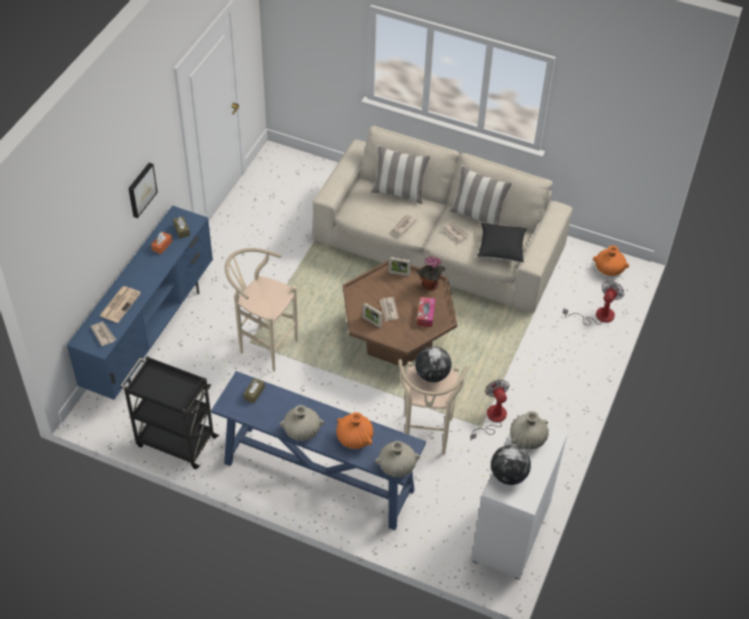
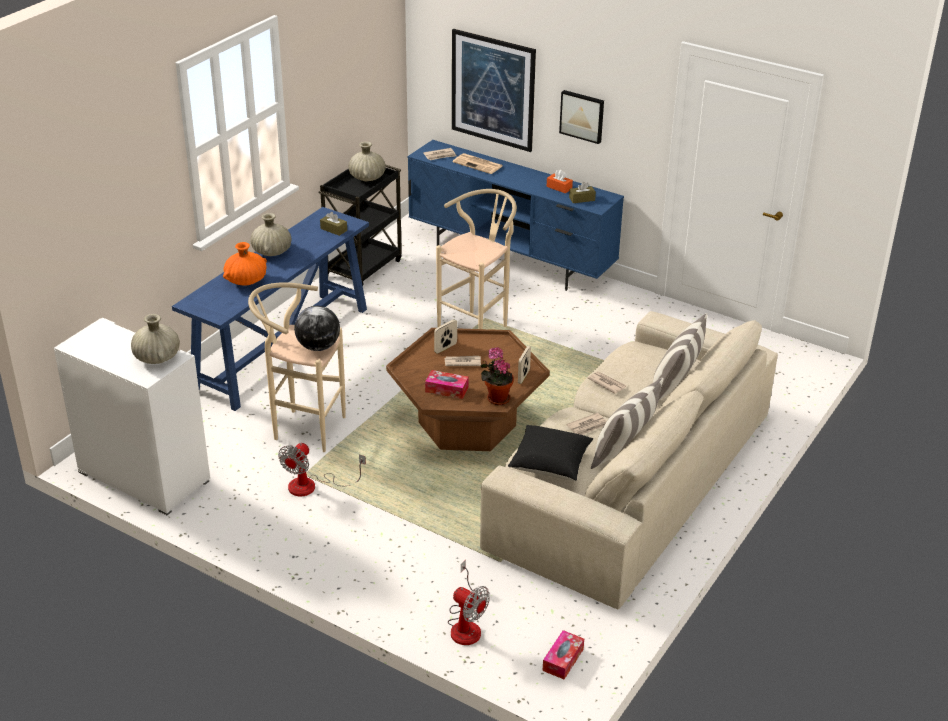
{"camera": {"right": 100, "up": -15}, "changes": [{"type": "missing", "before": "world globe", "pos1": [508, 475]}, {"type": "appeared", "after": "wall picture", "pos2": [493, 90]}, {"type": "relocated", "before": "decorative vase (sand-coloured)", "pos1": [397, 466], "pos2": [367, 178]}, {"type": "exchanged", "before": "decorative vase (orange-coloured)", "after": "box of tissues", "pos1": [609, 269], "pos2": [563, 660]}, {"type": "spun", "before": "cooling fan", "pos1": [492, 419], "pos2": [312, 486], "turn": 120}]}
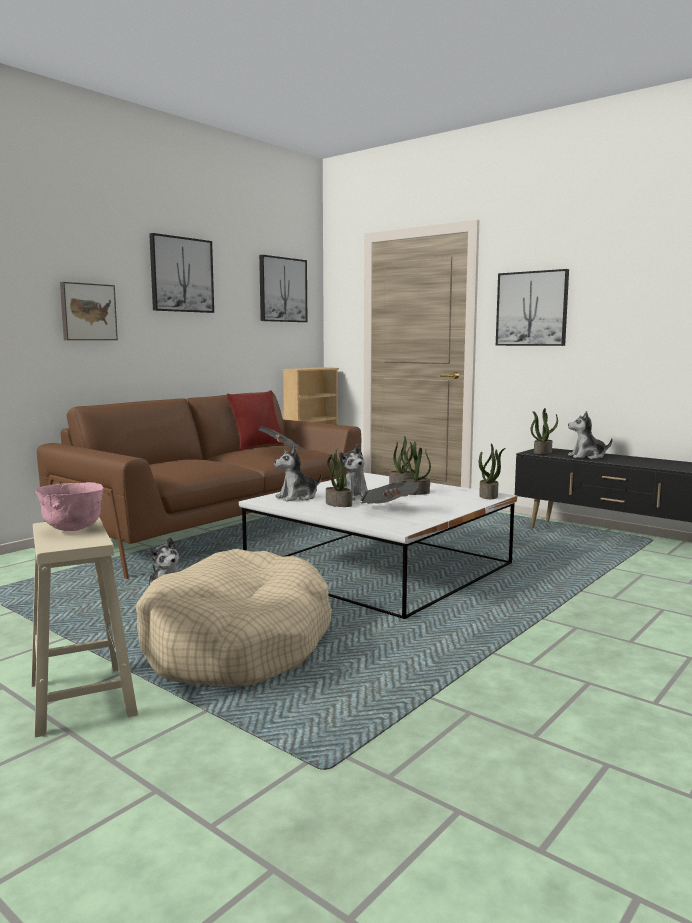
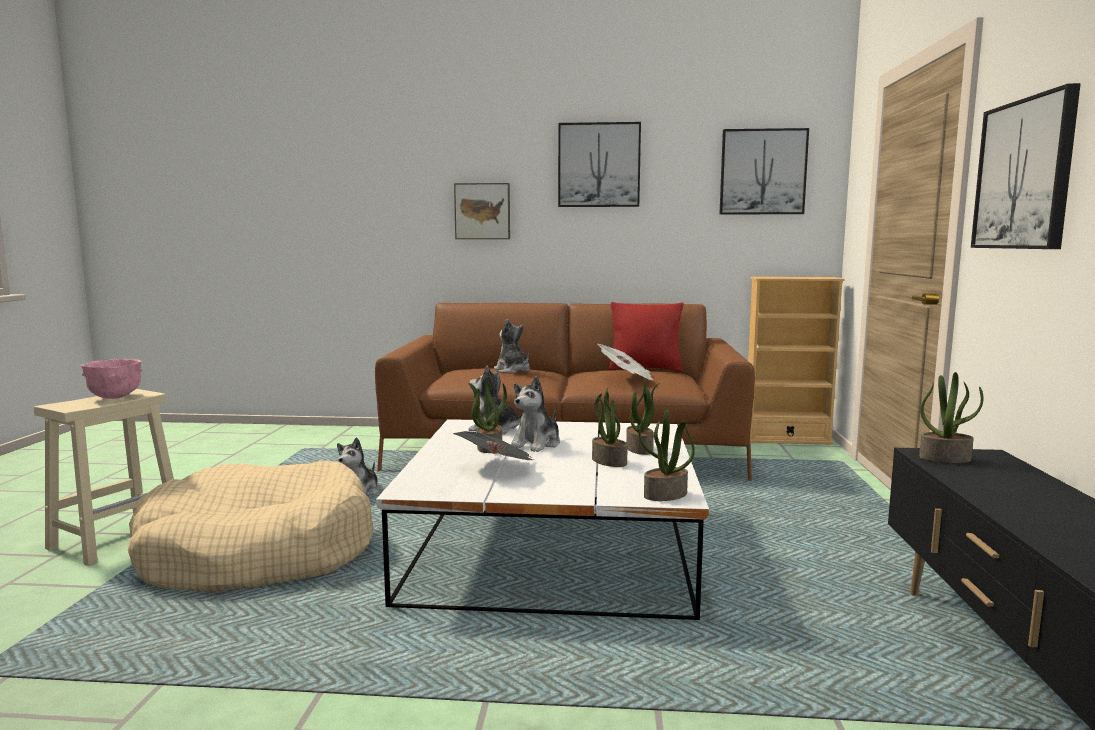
{"camera": {"right": 55, "up": 0}, "changes": [{"type": "relocated", "before": "plush toy", "pos1": [587, 457], "pos2": [512, 371]}]}
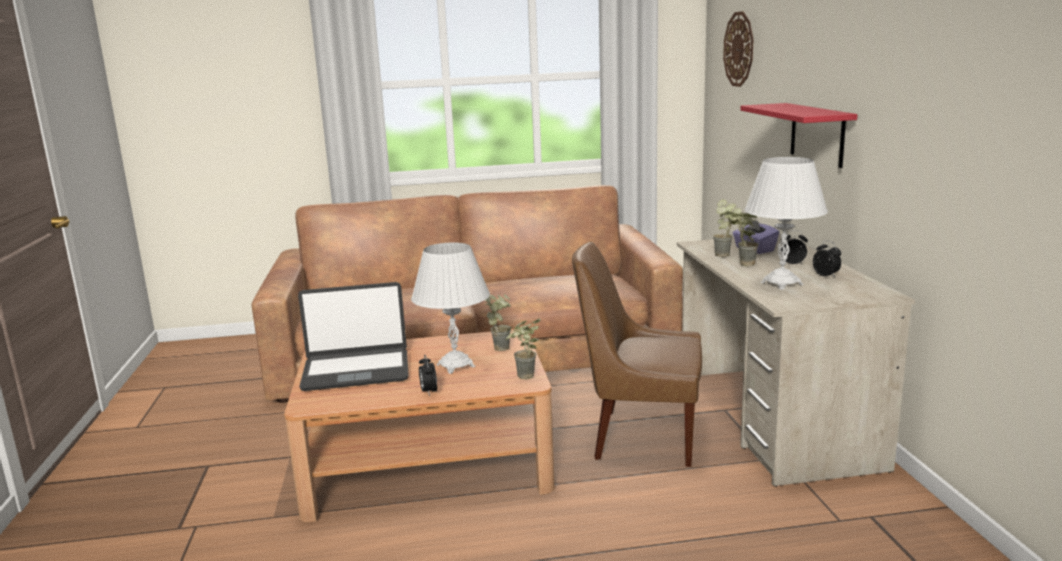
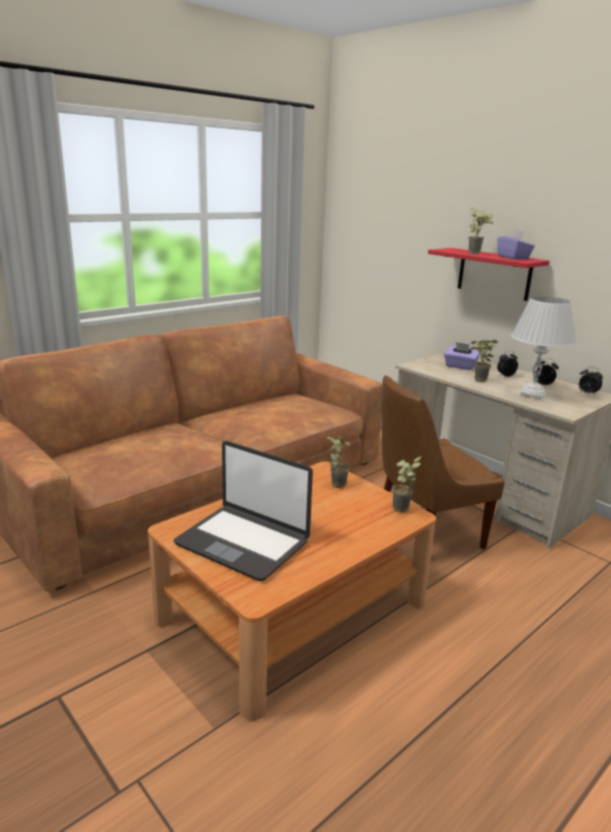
{"camera": {"right": -35, "up": 5}, "changes": [{"type": "missing", "before": "lamp for a table (white)", "pos1": [455, 366]}, {"type": "missing", "before": "hanging clock", "pos1": [739, 49]}, {"type": "appeared", "after": "box of tissues (purple-coloured)", "pos2": [513, 257]}, {"type": "relocated", "before": "bedside clock", "pos1": [428, 392], "pos2": [587, 394]}, {"type": "relocated", "before": "houseplant", "pos1": [727, 255], "pos2": [477, 253]}, {"type": "spun", "before": "notebook computer", "pos1": [356, 371], "pos2": [243, 542], "turn": 75}]}
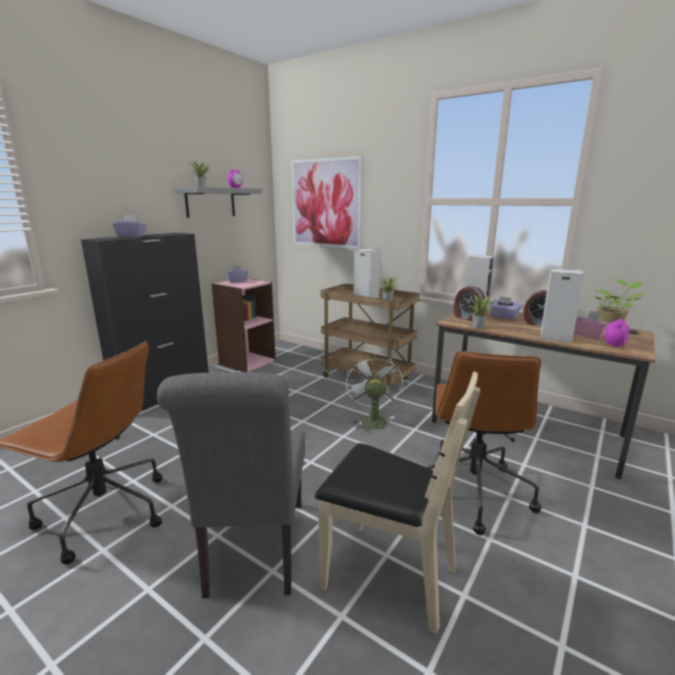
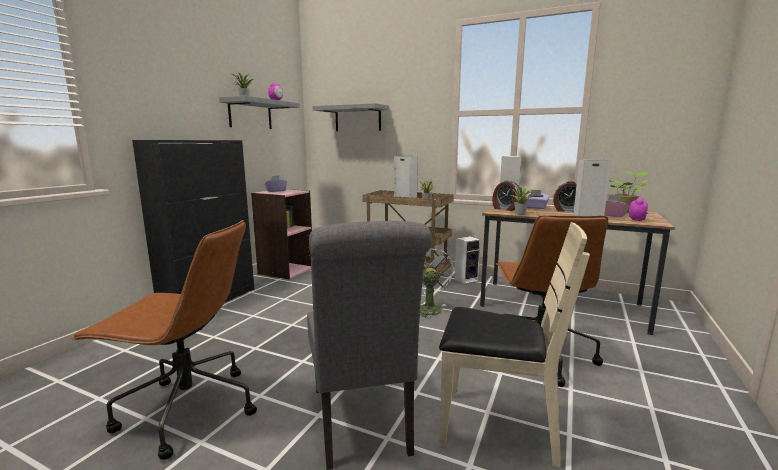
{"camera": {"right": -10, "up": -5}, "changes": [{"type": "missing", "before": "box of tissues (purple-coloured)", "pos1": [131, 236]}, {"type": "appeared", "after": "speaker", "pos2": [466, 279]}, {"type": "exchanged", "before": "wall picture", "after": "wall shelf (grey)", "pos1": [326, 204], "pos2": [357, 119]}]}
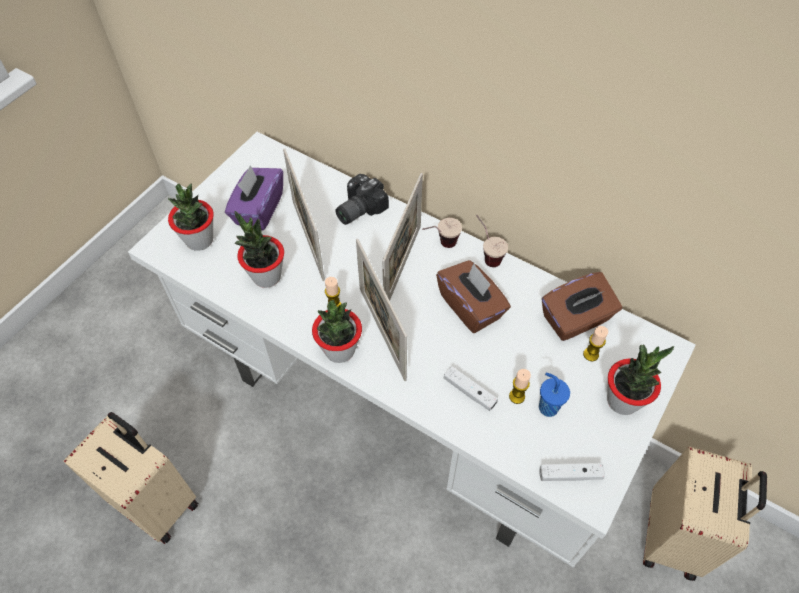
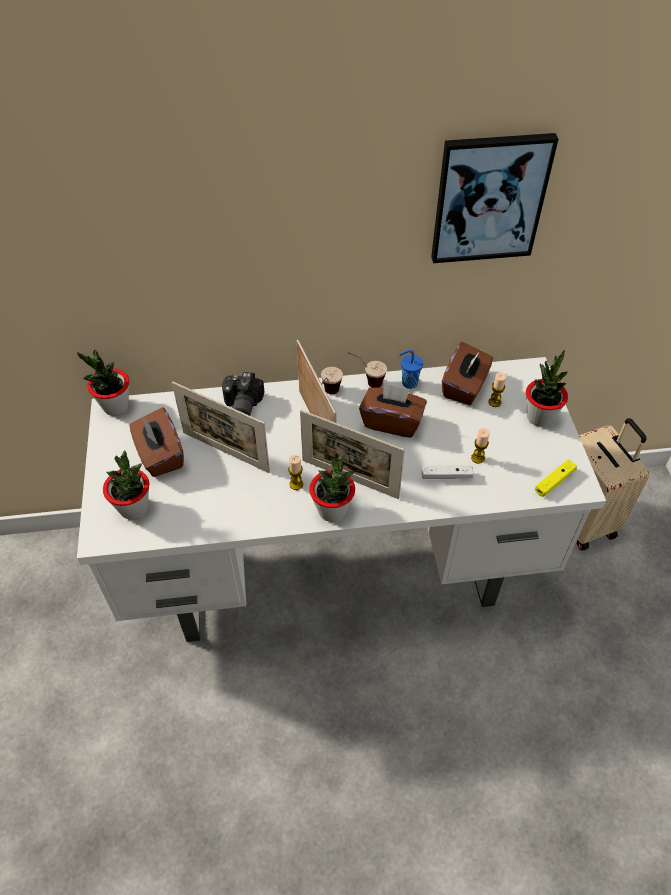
{"camera": {"right": -40, "up": -5}, "changes": [{"type": "missing", "before": "travel case (sand-coloured)", "pos1": [158, 502]}, {"type": "appeared", "after": "wall picture", "pos2": [489, 198]}, {"type": "relocated", "before": "houseplant", "pos1": [266, 276], "pos2": [115, 406]}, {"type": "relocated", "before": "cup (blue)", "pos1": [547, 406], "pos2": [408, 383]}, {"type": "colour", "before": "box of tissues (purple-coloured)", "after": "box of tissues (brown-coloured)", "pos1": [258, 210], "pos2": [160, 455]}, {"type": "colour", "before": "game controller (white)", "after": "game controller (yellow-coloured)", "pos1": [570, 474], "pos2": [554, 481]}]}
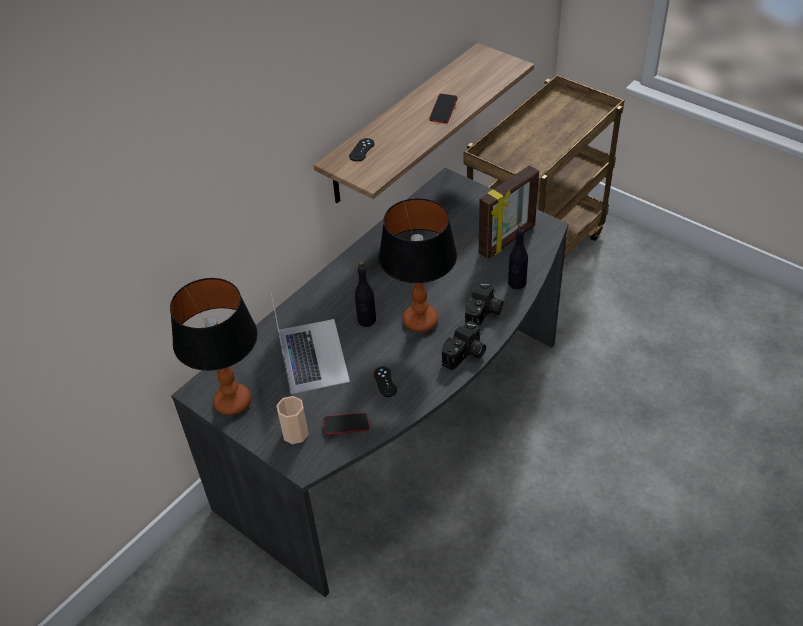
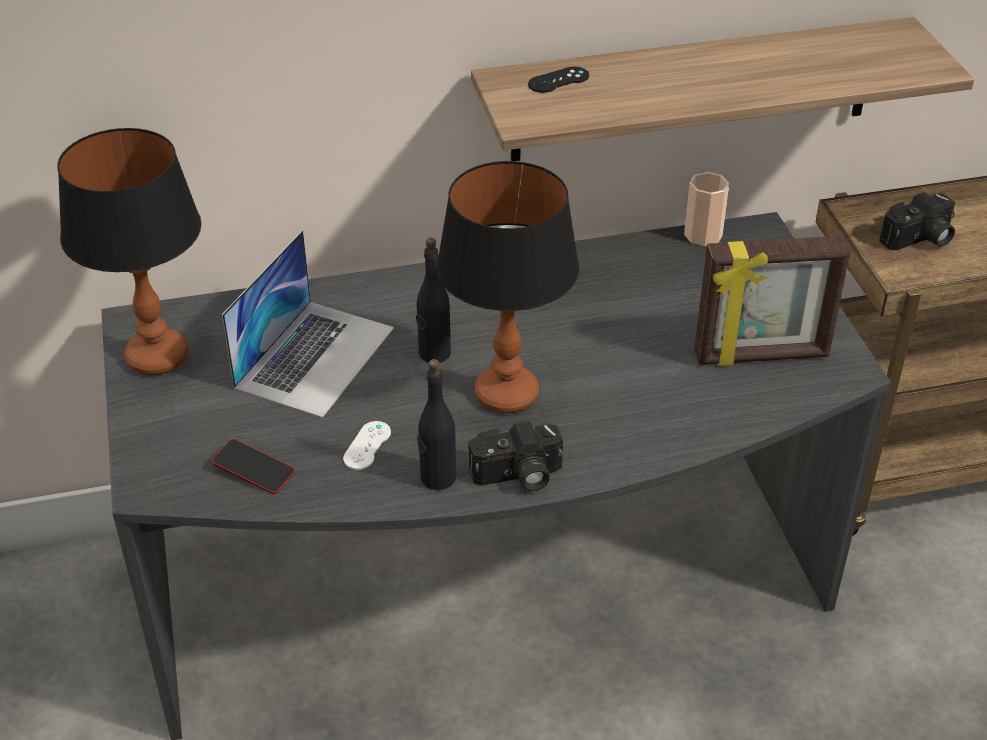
{"camera": {"right": 35, "up": -5}, "changes": [{"type": "missing", "before": "phone", "pos1": [443, 111]}, {"type": "relocated", "before": "cup", "pos1": [295, 433], "pos2": [703, 235]}, {"type": "relocated", "before": "still camera", "pos1": [484, 314], "pos2": [919, 240]}, {"type": "relocated", "before": "beverage bottle (black-coloured)", "pos1": [517, 283], "pos2": [437, 478]}, {"type": "colour", "before": "game controller (black-coloured)", "after": "game controller (white)", "pos1": [385, 382], "pos2": [367, 445]}]}
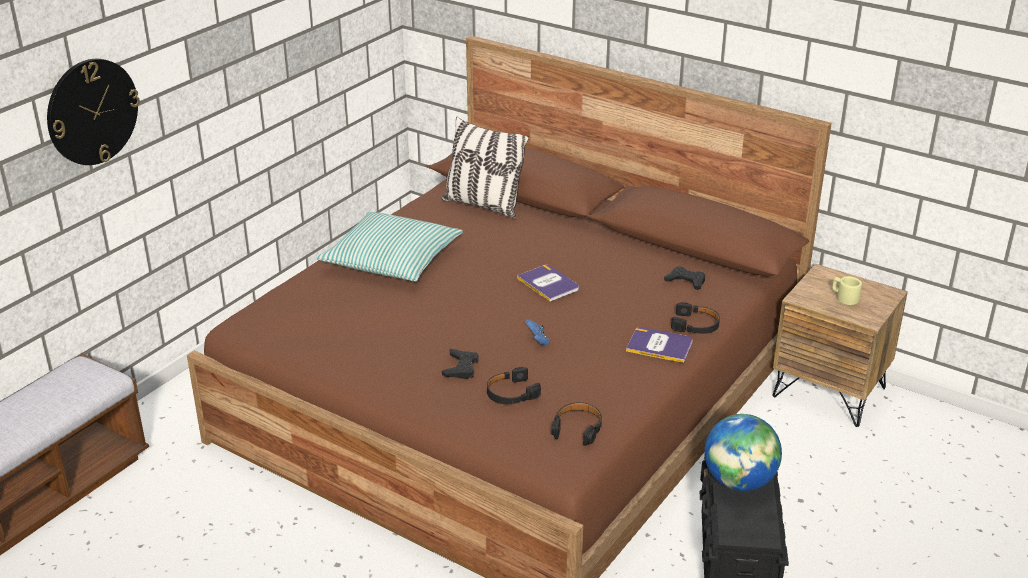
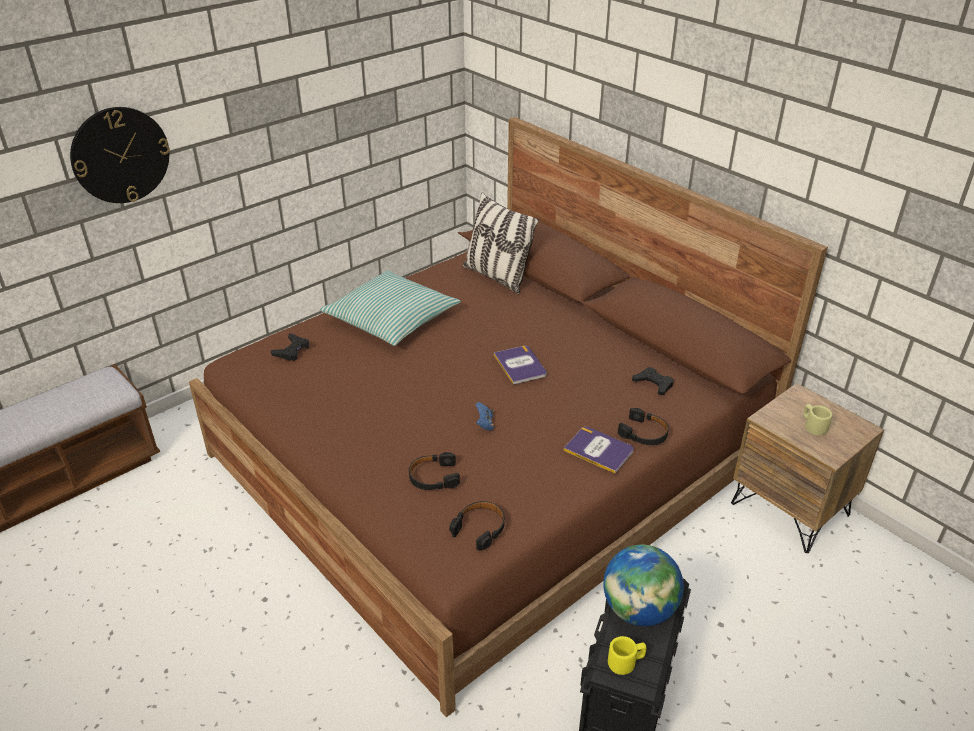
{"camera": {"right": 15, "up": 5}, "changes": [{"type": "appeared", "after": "mug (yellow-coloured)", "pos2": [626, 662]}, {"type": "relocated", "before": "game controller (black-coloured)", "pos1": [461, 368], "pos2": [292, 350]}]}
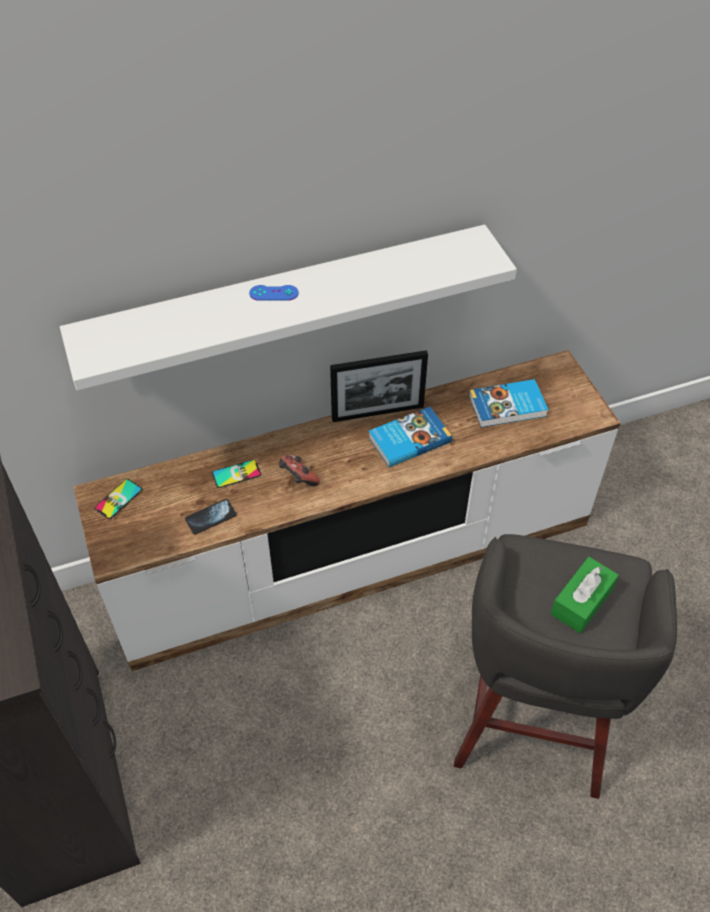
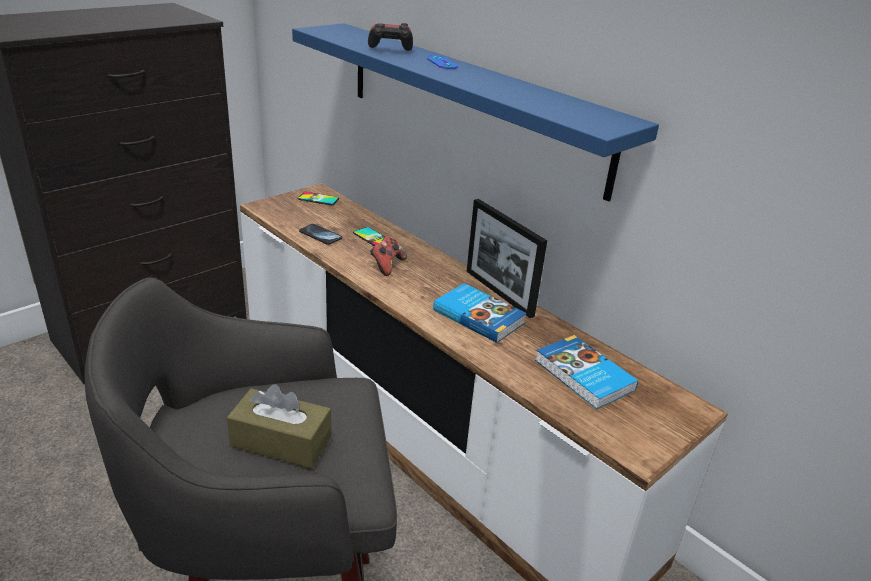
{"camera": {"right": 65, "up": -20}, "changes": [{"type": "appeared", "after": "game controller", "pos2": [390, 51]}, {"type": "colour", "before": "wall shelf (white)", "after": "wall shelf (blue)", "pos1": [285, 303], "pos2": [469, 103]}, {"type": "colour", "before": "box of tissues (greenish)", "after": "box of tissues (brown-coloured)", "pos1": [581, 601], "pos2": [281, 442]}]}
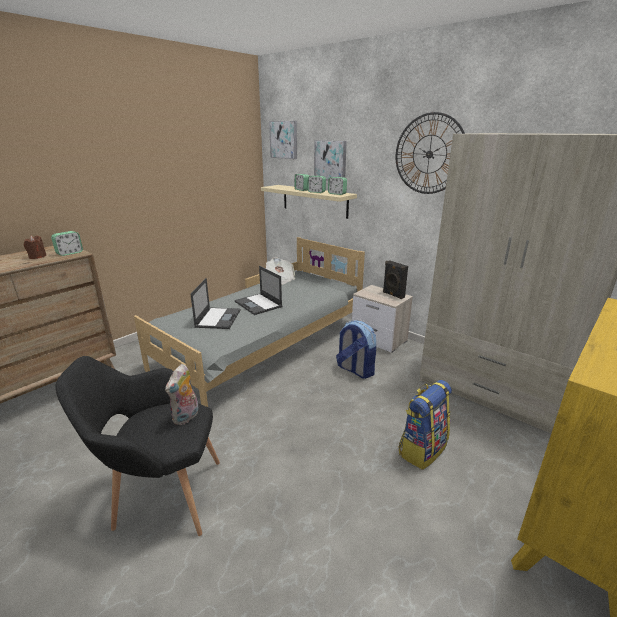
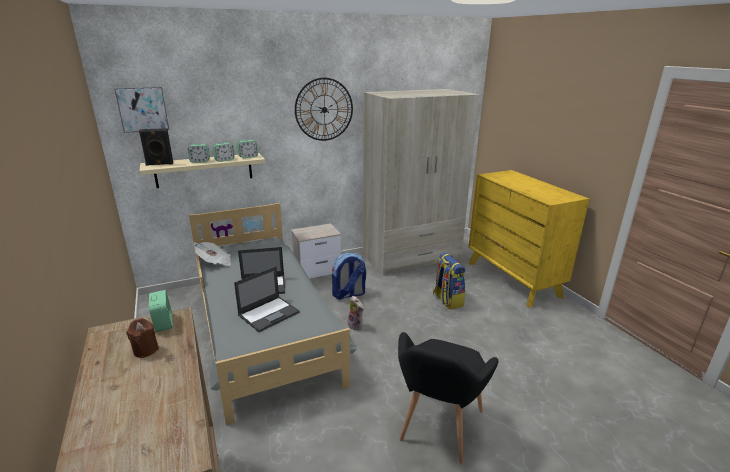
{"camera": {"right": -65, "up": 0}, "changes": [{"type": "missing", "before": "wall picture", "pos1": [330, 160]}, {"type": "relocated", "before": "plush toy", "pos1": [186, 417], "pos2": [356, 325]}, {"type": "relocated", "before": "speaker (black-coloured)", "pos1": [393, 295], "pos2": [159, 164]}, {"type": "spun", "before": "notebook computer", "pos1": [218, 318], "pos2": [269, 313], "turn": 105}]}
